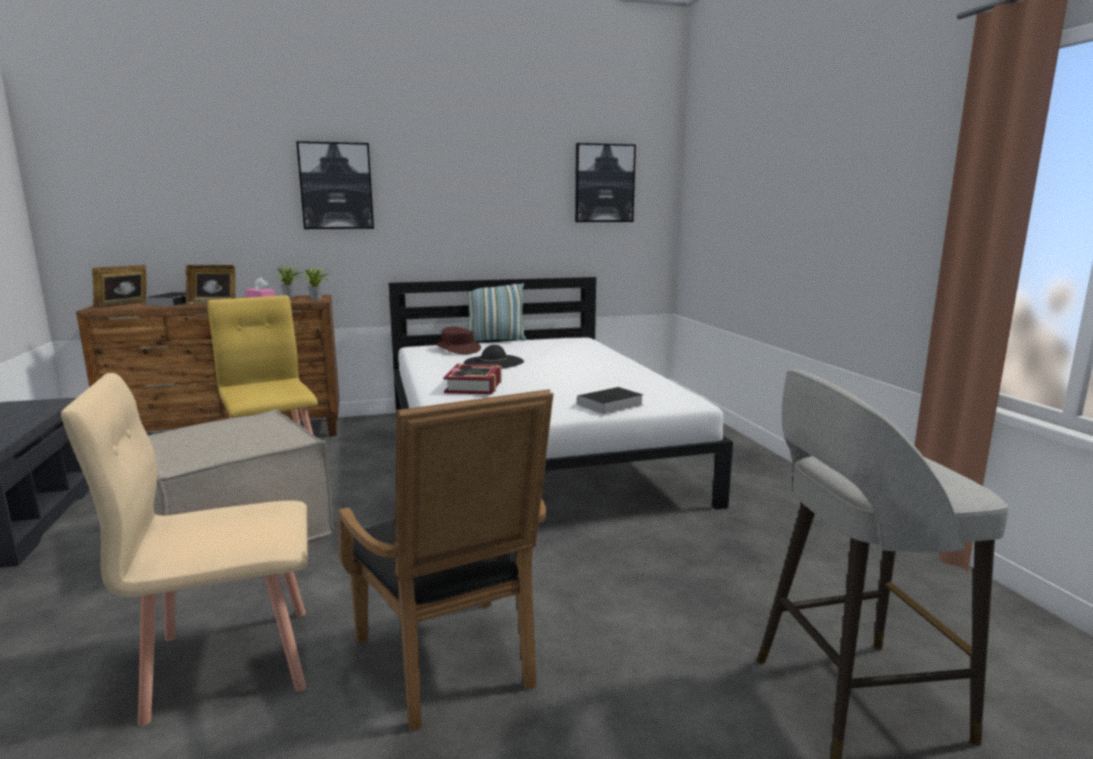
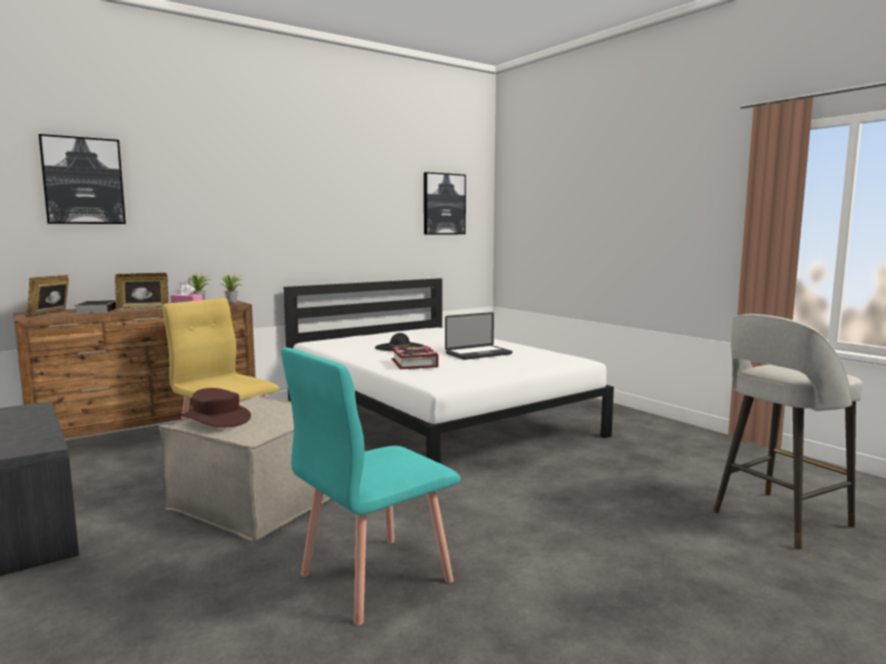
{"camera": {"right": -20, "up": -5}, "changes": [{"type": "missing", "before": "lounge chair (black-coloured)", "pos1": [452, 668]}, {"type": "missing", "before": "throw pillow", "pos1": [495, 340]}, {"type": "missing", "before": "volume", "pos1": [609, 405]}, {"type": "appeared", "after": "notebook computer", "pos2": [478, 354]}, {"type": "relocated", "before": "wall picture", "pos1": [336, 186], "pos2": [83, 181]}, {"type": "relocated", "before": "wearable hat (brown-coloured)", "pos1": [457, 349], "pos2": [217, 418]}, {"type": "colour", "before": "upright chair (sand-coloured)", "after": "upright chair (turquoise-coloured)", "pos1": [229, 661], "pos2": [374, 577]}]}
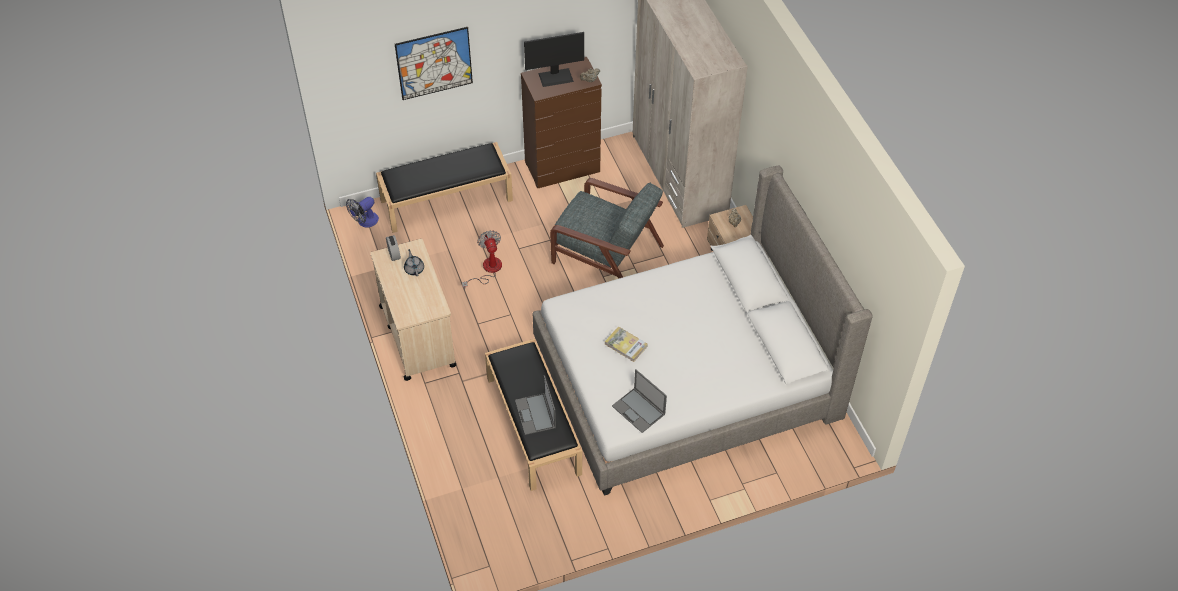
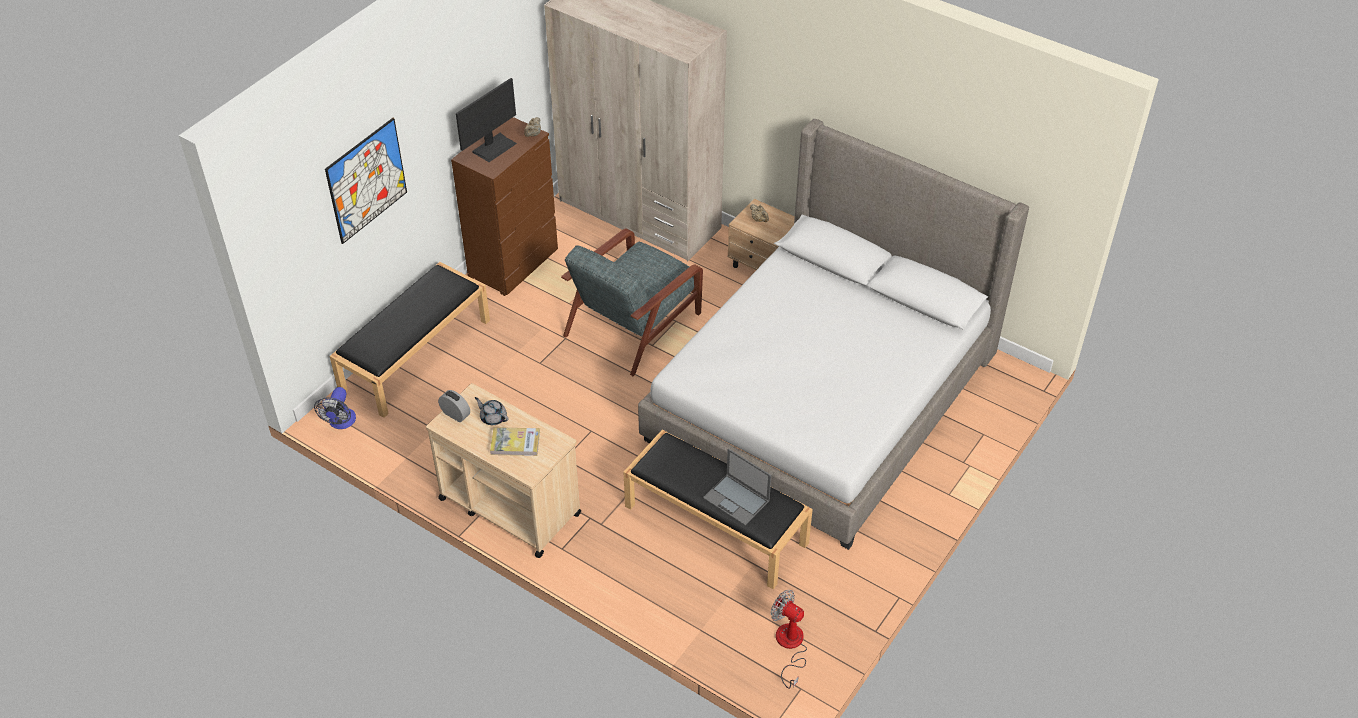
{"camera": {"right": -35, "up": -5}, "changes": [{"type": "missing", "before": "notebook computer", "pos1": [639, 410]}, {"type": "relocated", "before": "cooling fan", "pos1": [487, 270], "pos2": [789, 646]}, {"type": "relocated", "before": "volume", "pos1": [625, 345], "pos2": [515, 443]}, {"type": "spun", "before": "lounge chair (grey)", "pos1": [605, 253], "pos2": [634, 322], "turn": 135}]}
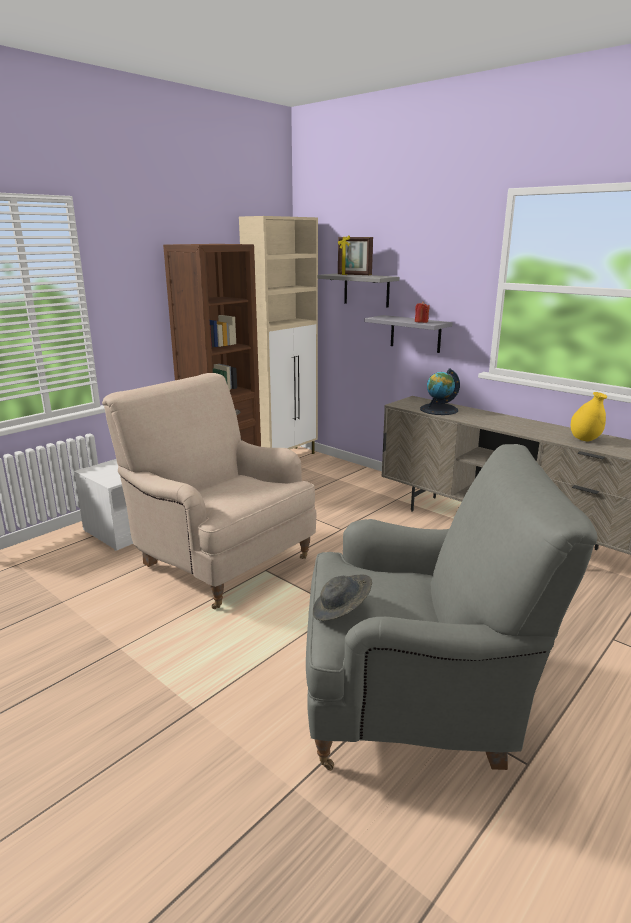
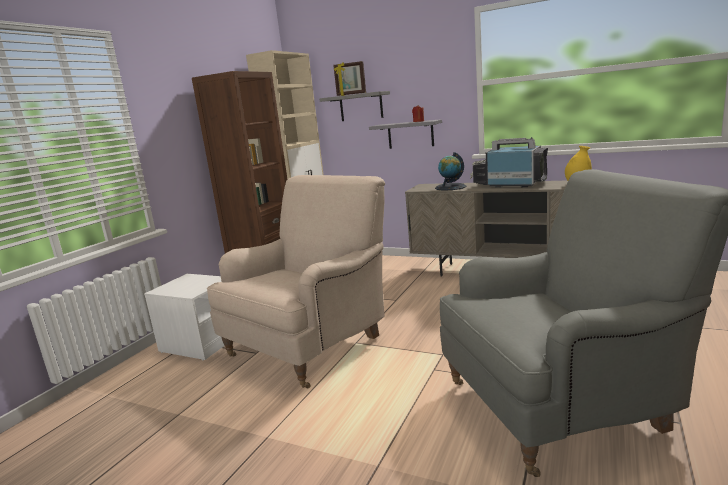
{"camera": {"right": -15, "up": -5}, "changes": [{"type": "missing", "before": "wearable hat (grey)", "pos1": [341, 611]}, {"type": "appeared", "after": "TV", "pos2": [509, 184]}, {"type": "spun", "before": "lounge chair (sand-coloured)", "pos1": [220, 560], "pos2": [310, 345], "turn": 105}]}
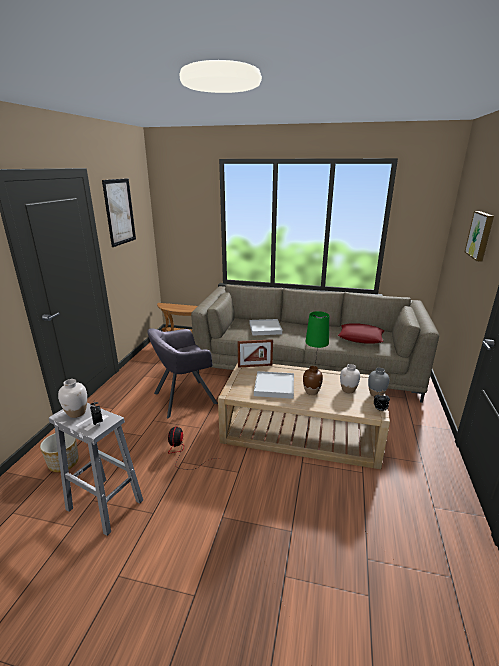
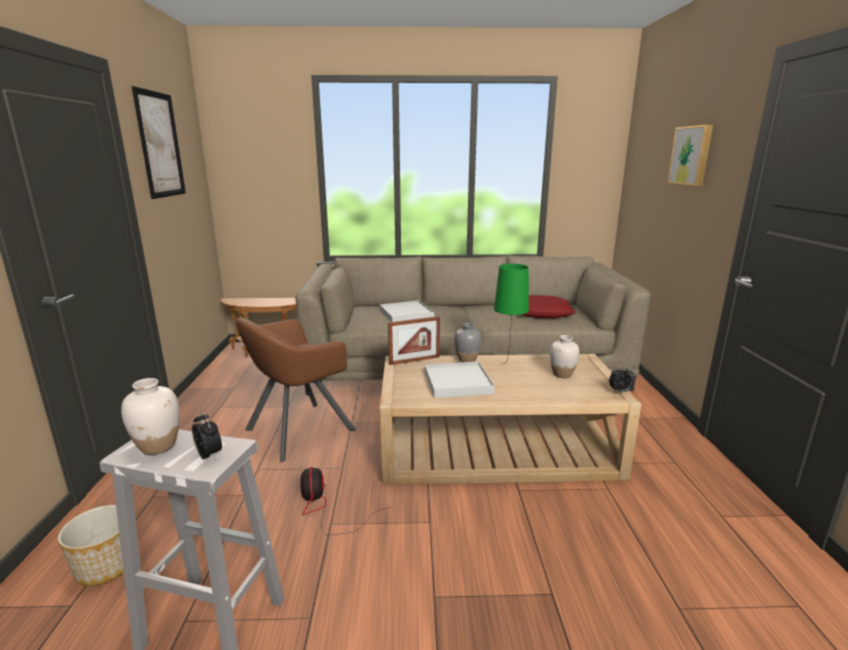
{"camera": {"right": -15, "up": -5}, "changes": [{"type": "missing", "before": "decorative vase (brown-coloured)", "pos1": [311, 392]}, {"type": "relocated", "before": "decorative vase (grey)", "pos1": [376, 394], "pos2": [467, 360]}, {"type": "colour", "before": "lounge chair (grey)", "after": "lounge chair (brown-coloured)", "pos1": [184, 398], "pos2": [299, 430]}]}
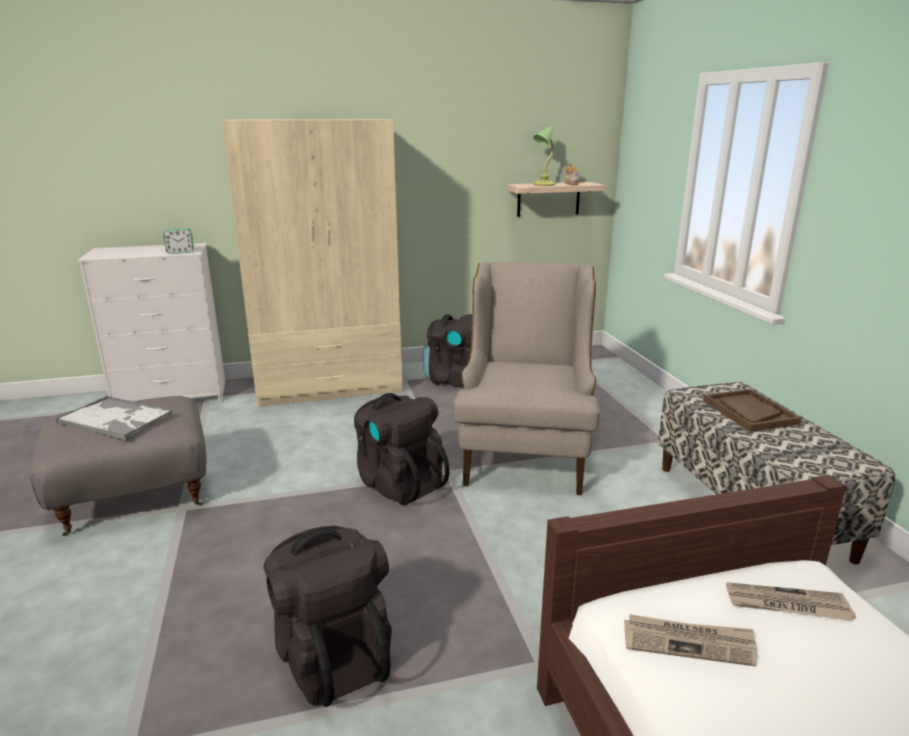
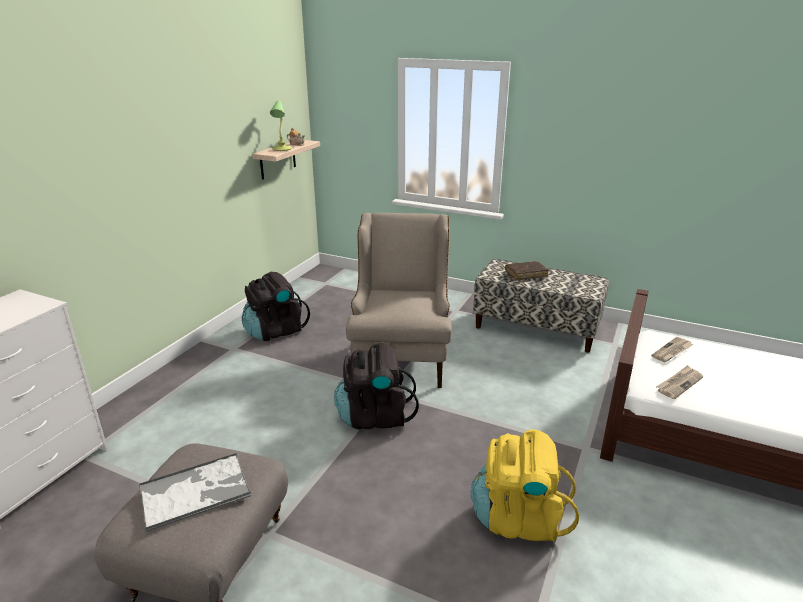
{"camera": {"right": -50, "up": 5}, "changes": [{"type": "missing", "before": "bedside clock", "pos1": [180, 252]}, {"type": "missing", "before": "armoire (sand-coloured)", "pos1": [329, 385]}, {"type": "exchanged", "before": "serving tray (brown-coloured)", "after": "volume (brown-coloured)", "pos1": [749, 412], "pos2": [525, 274]}, {"type": "colour", "before": "knapsack (black-coloured)", "after": "knapsack (yellow-coloured)", "pos1": [332, 656], "pos2": [518, 518]}, {"type": "spun", "before": "lounge chair (sand-coloured)", "pos1": [525, 450], "pos2": [402, 354], "turn": 45}]}
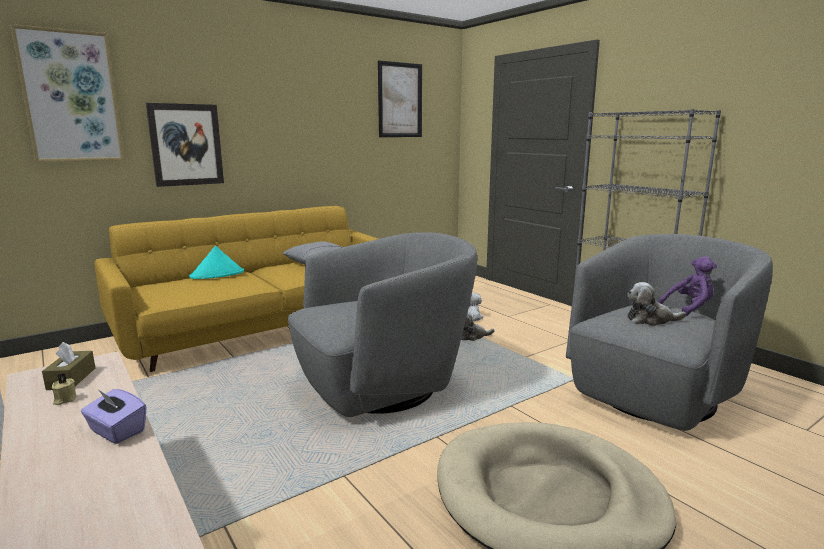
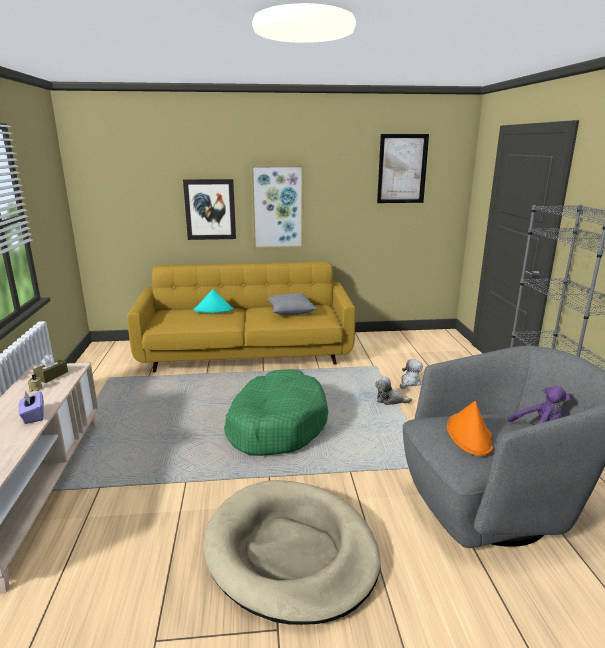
{"camera": {"right": 30, "up": 5}, "changes": [{"type": "relocated", "before": "wall picture", "pos1": [71, 97], "pos2": [277, 207]}, {"type": "exchanged", "before": "lounge chair (grey)", "after": "pet bed (greenish)", "pos1": [384, 386], "pos2": [276, 424]}, {"type": "exchanged", "before": "plush toy", "after": "wearable hat (orange-coloured)", "pos1": [650, 320], "pos2": [469, 435]}]}
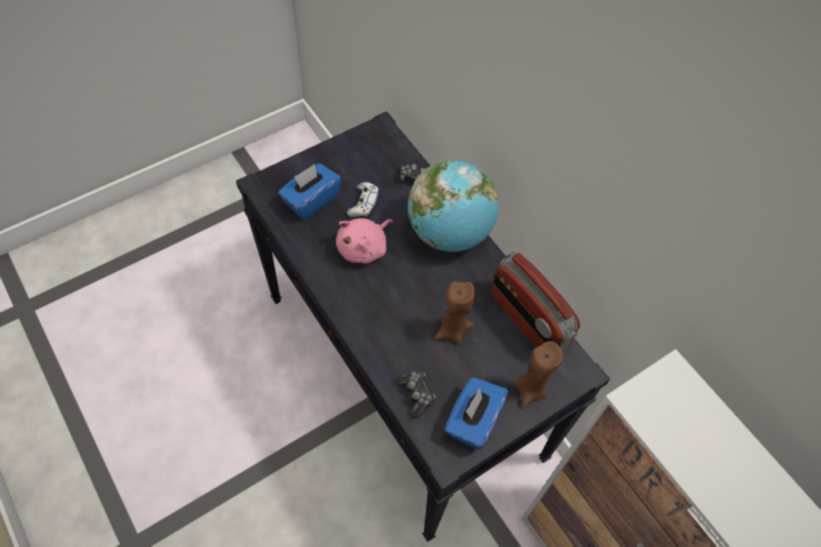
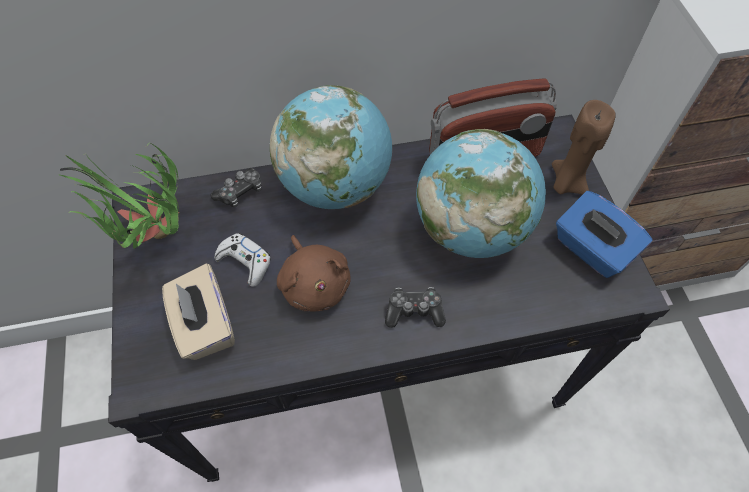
{"camera": {"right": -65, "up": 0}, "changes": [{"type": "appeared", "after": "houseplant", "pos2": [154, 241]}, {"type": "relocated", "before": "game controller", "pos1": [416, 394], "pos2": [414, 311]}, {"type": "exchanged", "before": "wax candle (brown-coloured)", "after": "world globe", "pos1": [452, 330], "pos2": [471, 229]}, {"type": "colour", "before": "box of tissues (blue)", "after": "box of tissues (sand-coloured)", "pos1": [311, 200], "pos2": [205, 325]}, {"type": "colour", "before": "plush toy (pink-coloured)", "after": "plush toy (brown-coloured)", "pos1": [364, 248], "pos2": [315, 284]}]}
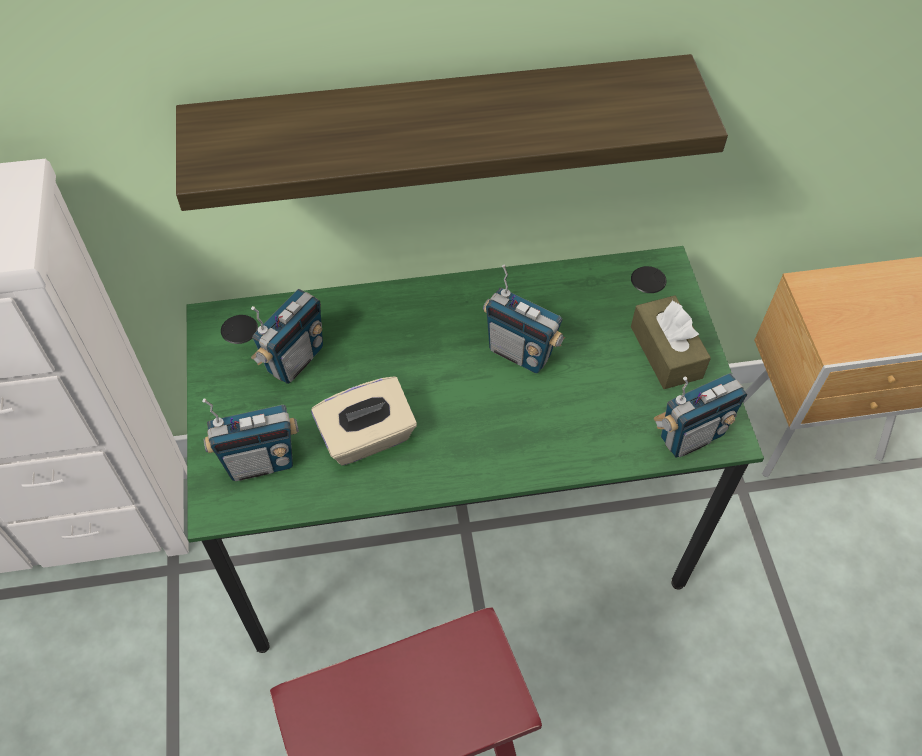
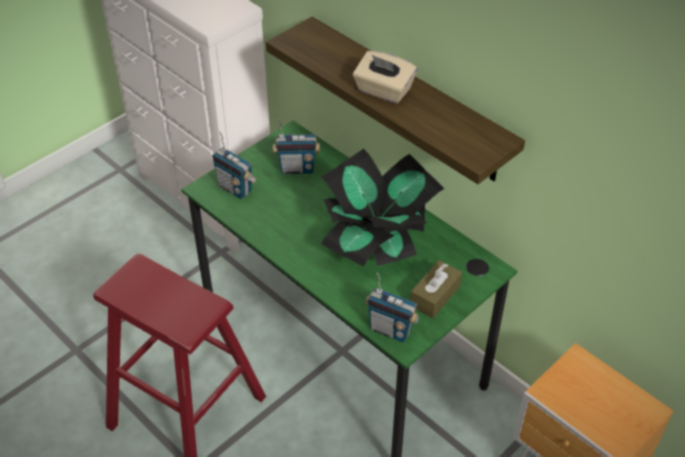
{"camera": {"right": 55, "up": -10}, "changes": [{"type": "relocated", "before": "box of tissues (sand-coloured)", "pos1": [367, 438], "pos2": [383, 91]}, {"type": "exchanged", "before": "radio receiver", "after": "houseplant", "pos1": [520, 353], "pos2": [377, 241]}]}
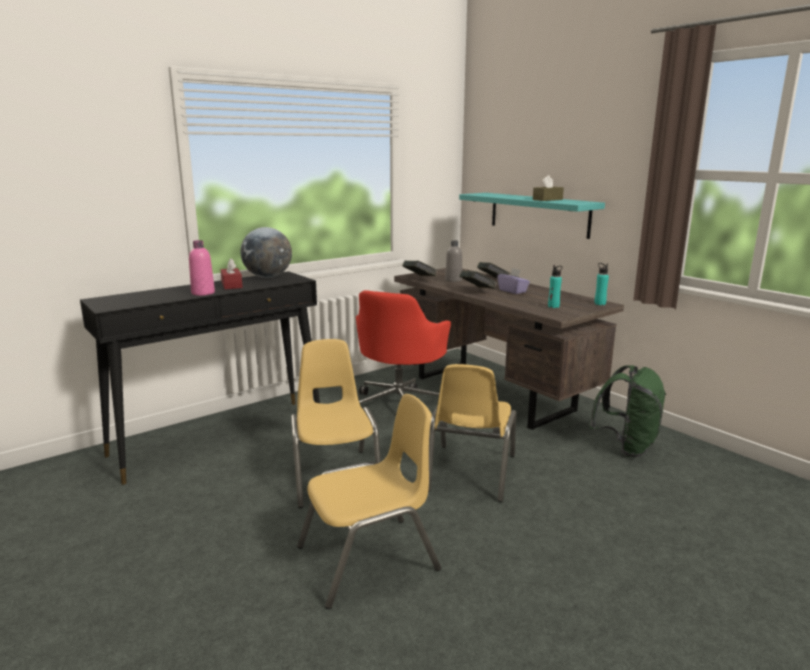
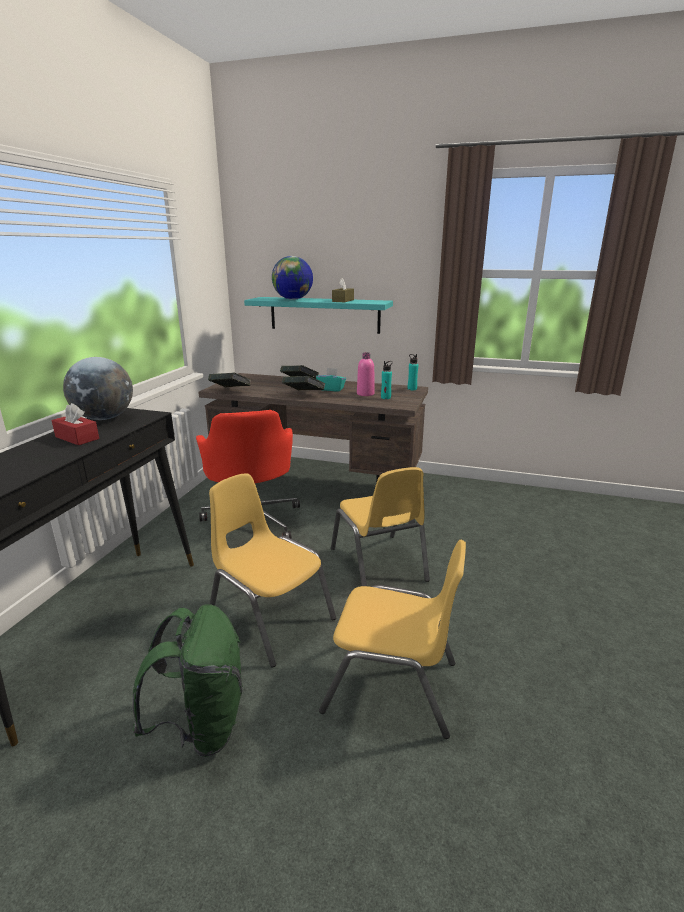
{"camera": {"right": -35, "up": 5}, "changes": [{"type": "missing", "before": "beverage bottle (grey)", "pos1": [453, 280]}, {"type": "appeared", "after": "world globe", "pos2": [293, 299]}, {"type": "relocated", "before": "beverage bottle (pink-coloured)", "pos1": [203, 293], "pos2": [365, 394]}, {"type": "relocated", "before": "knapsack (greenish)", "pos1": [626, 447], "pos2": [202, 725]}, {"type": "colour", "before": "box of tissues (purple-coloured)", "after": "box of tissues (turquoise-coloured)", "pos1": [513, 291], "pos2": [331, 389]}, {"type": "spun", "before": "upright chair (yellow-coloured)", "pos1": [369, 559], "pos2": [391, 686], "turn": 75}]}
